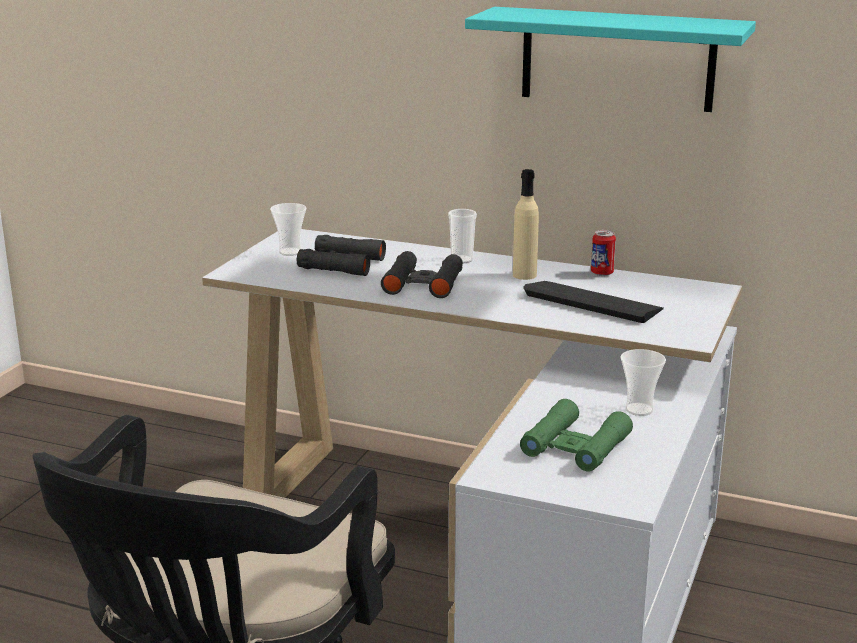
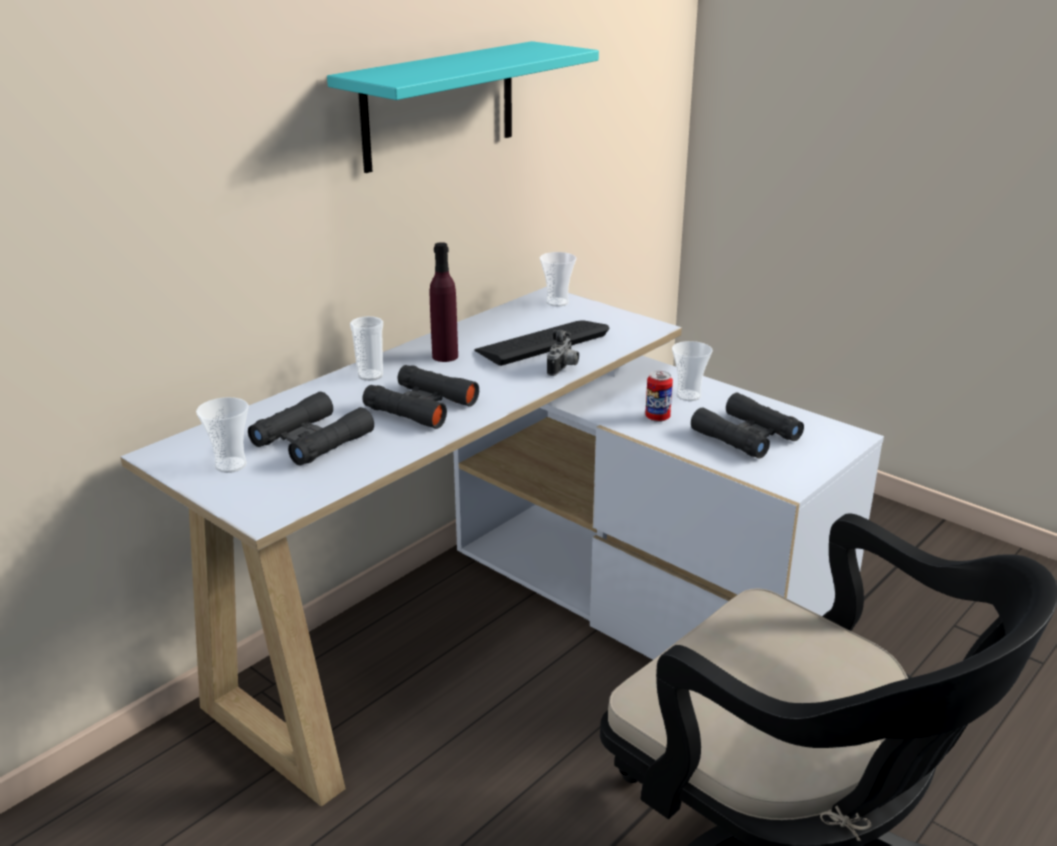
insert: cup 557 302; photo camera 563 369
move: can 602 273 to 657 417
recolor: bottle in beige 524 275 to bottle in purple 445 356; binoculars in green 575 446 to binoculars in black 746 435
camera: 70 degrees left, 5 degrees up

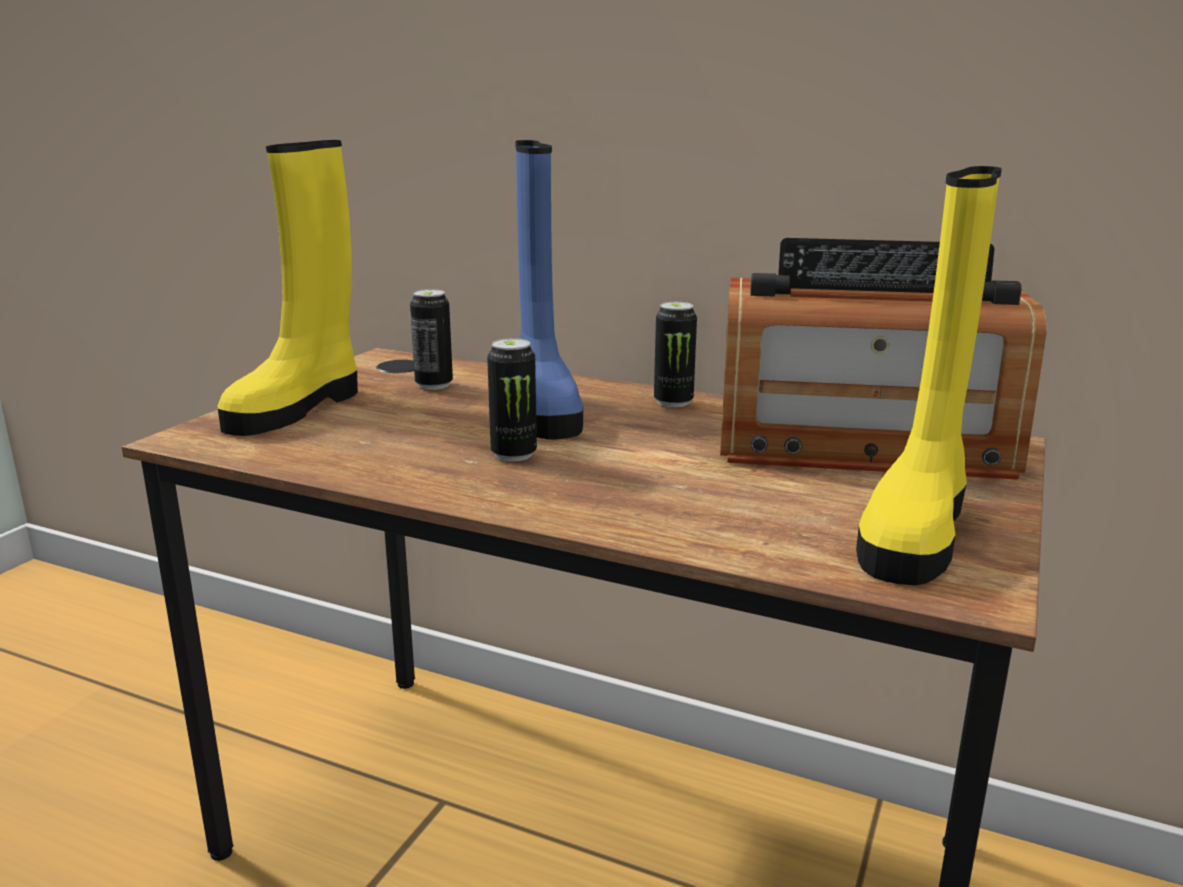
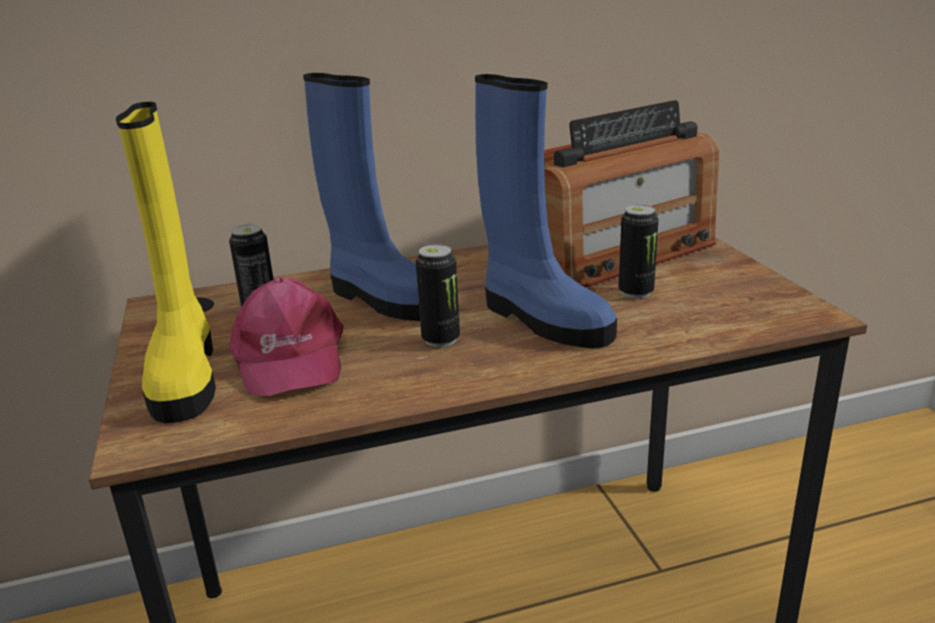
delete: boot in yellow 916 531
insert: cap in pink 288 357; boot in blue 542 319
move: can 673 402 to 636 292
camera: 40 degrees left, 5 degrees up

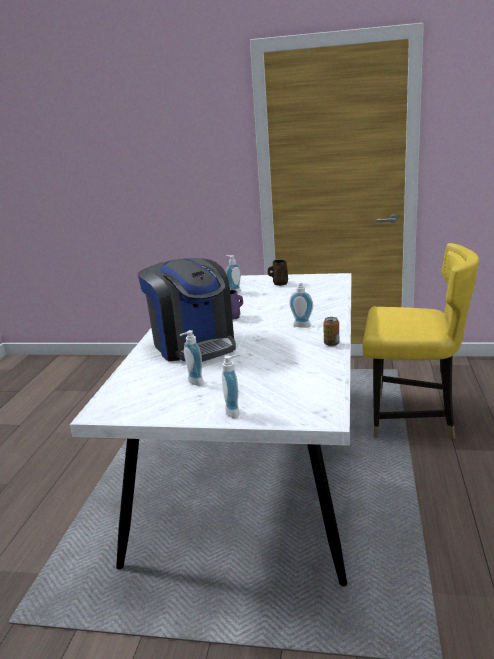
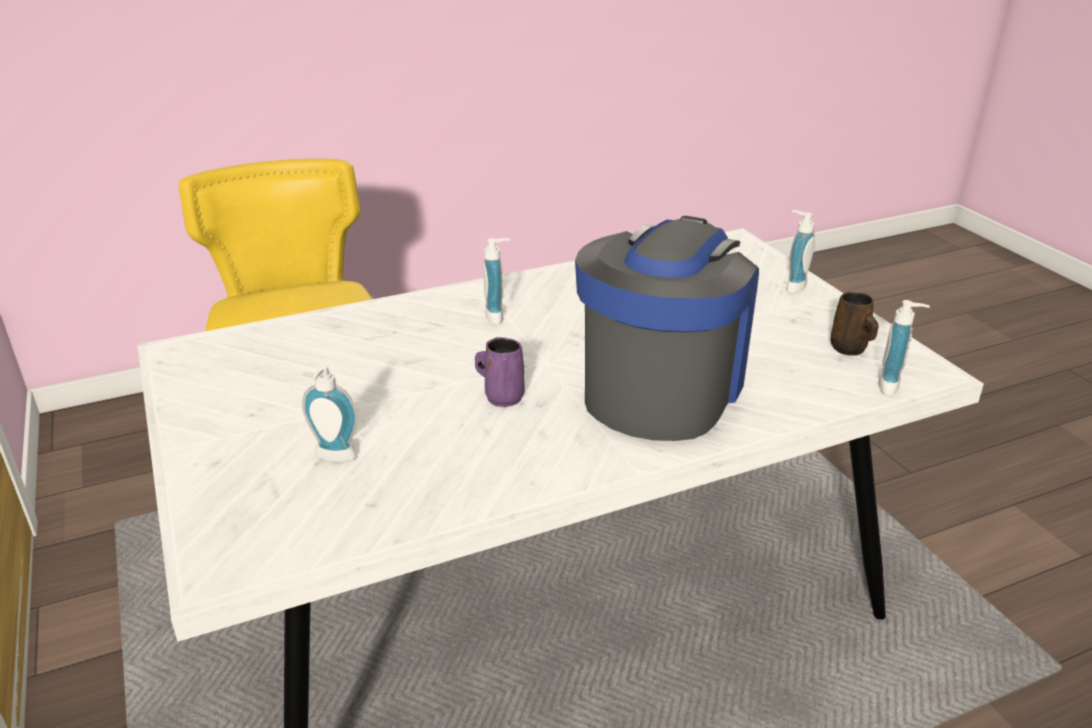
delete: can 331 344
move: soap dispenser 193 382 to 893 386; mug in brown 279 283 to 849 349
camera: 125 degrees left, 10 degrees up

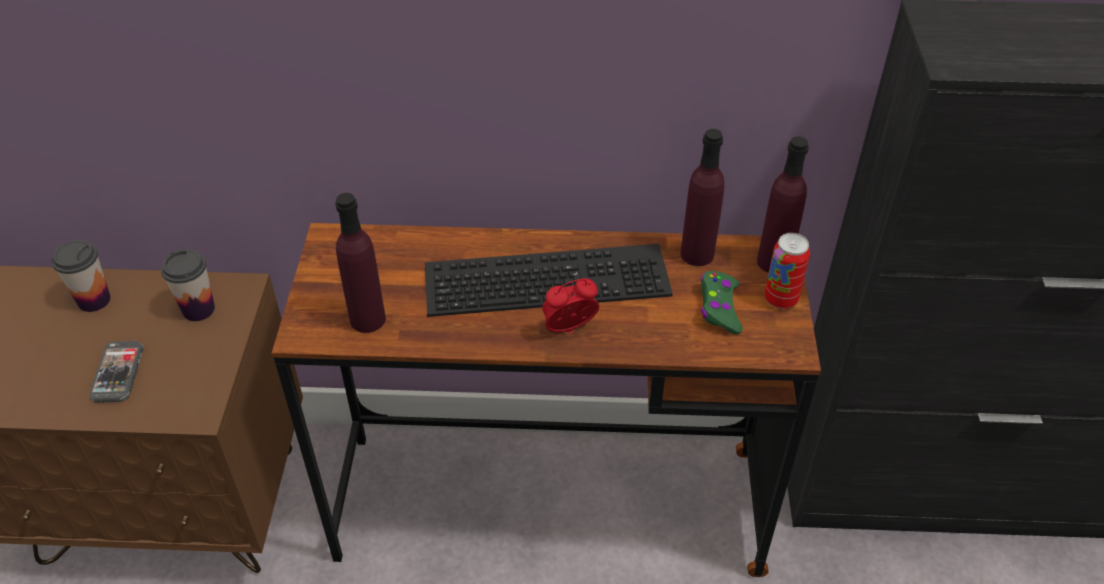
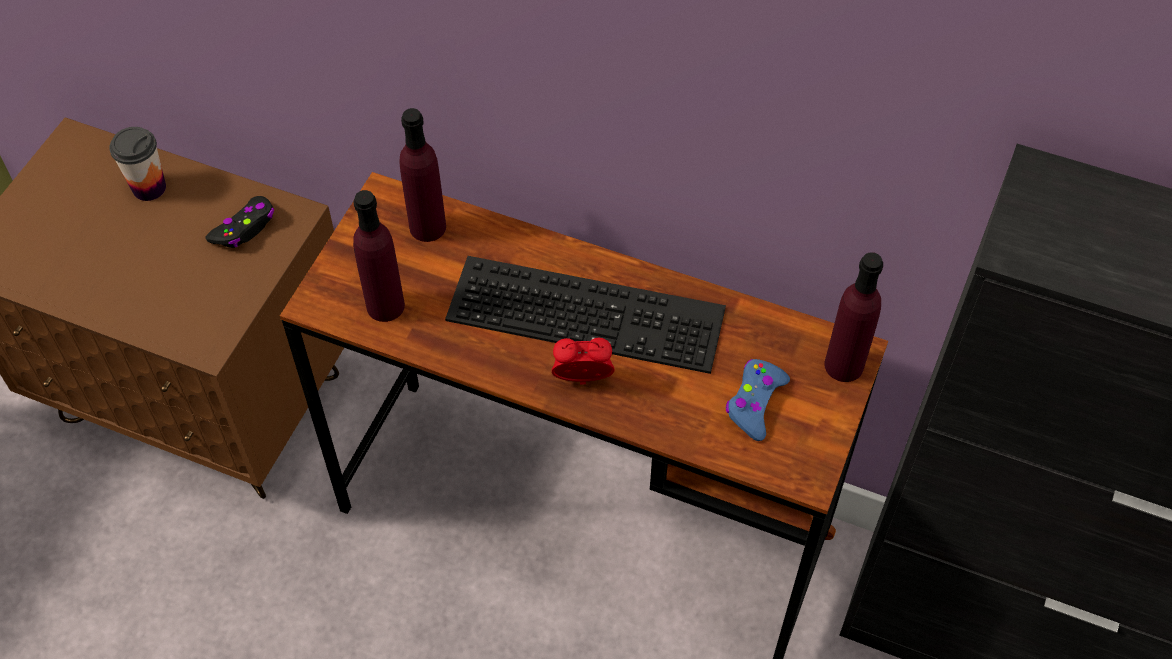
delete: phone 117 373; can 780 299
move: bottle in purple 697 254 to 427 227
replace: cup 198 309 to game controller in black 245 228
recolor: game controller in green 719 308 to game controller in blue 755 403
camera: 20 degrees right, 10 degrees up

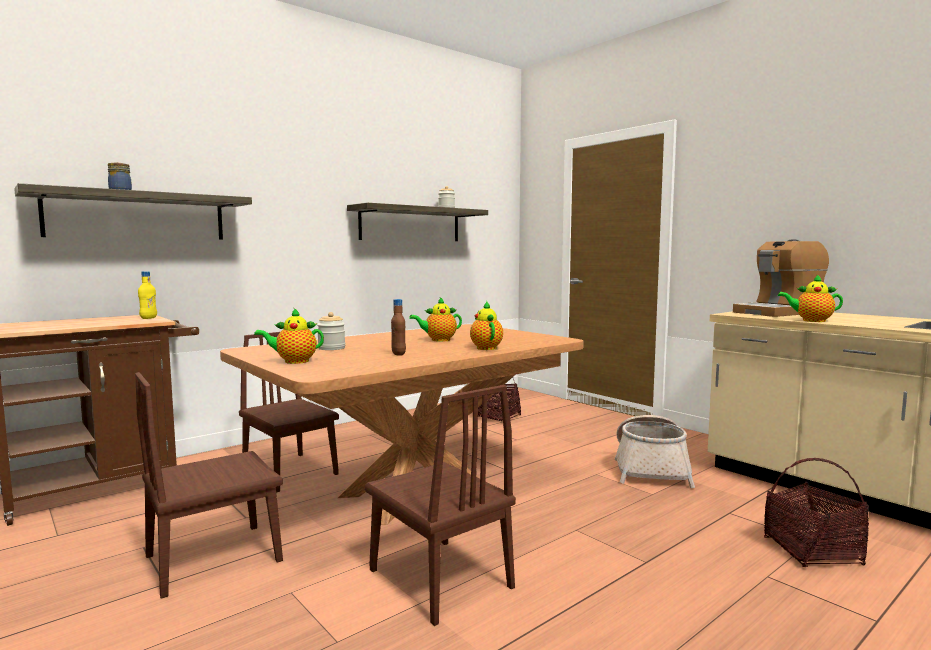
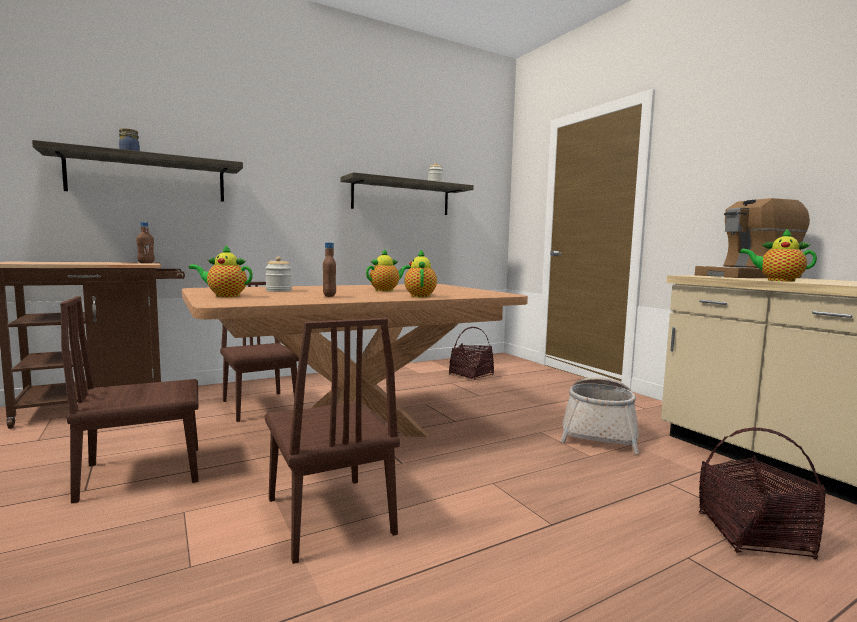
recolor: bottle in yellow 148 318 to bottle in brown 146 263
rotate: teapot 438 340 = 386 290 150 degrees clockwise
camera: 10 degrees right, 0 degrees up

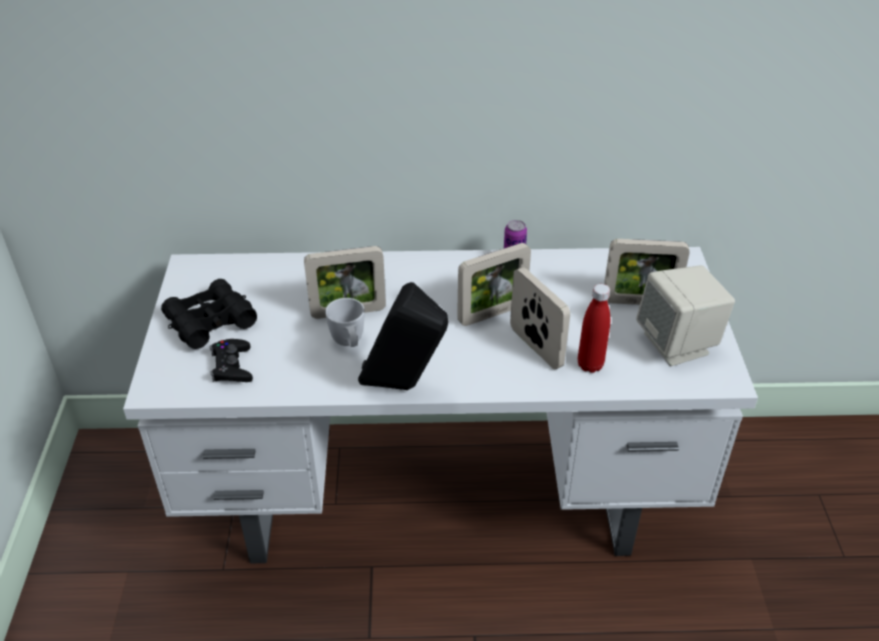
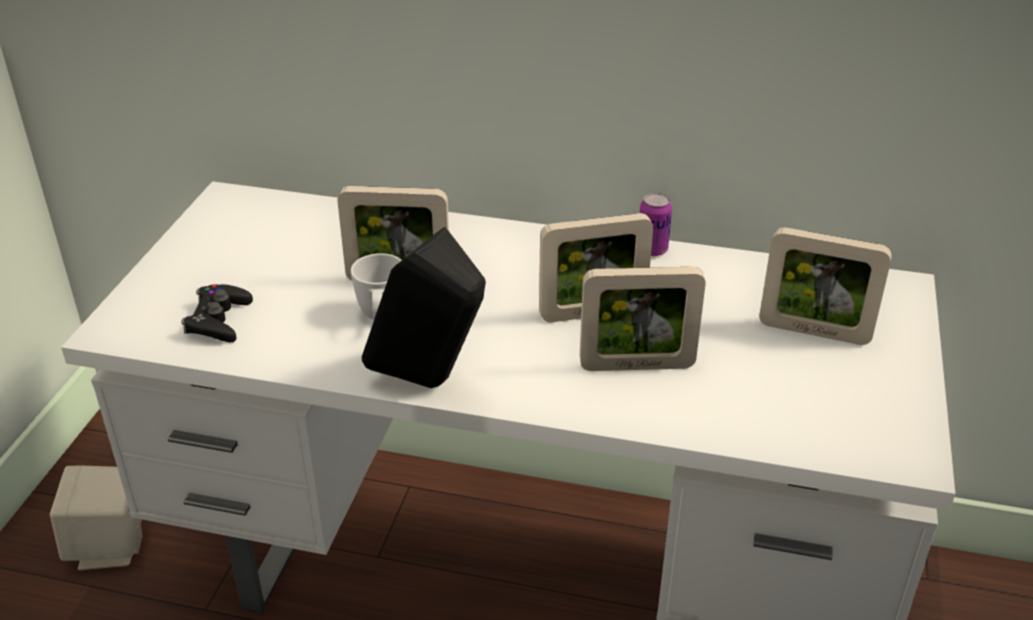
delete: binoculars in black 210 322; bottle in red 590 365
move: speaker in beige 677 344 to 110 547
rotate: picture frame 536 347 = 637 366 105 degrees clockwise
camera: 15 degrees right, 5 degrees down

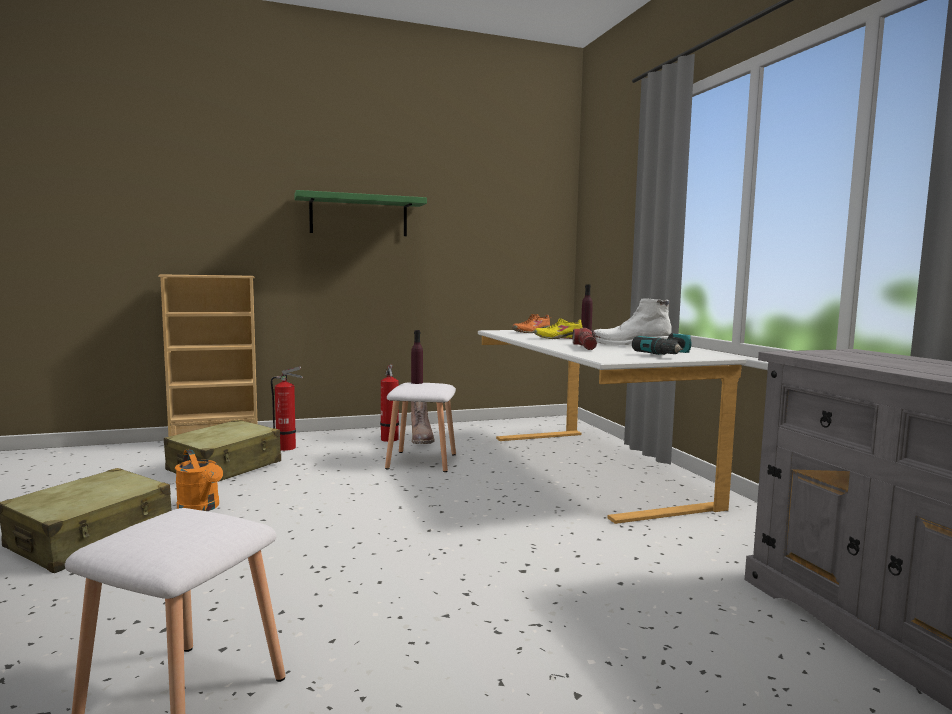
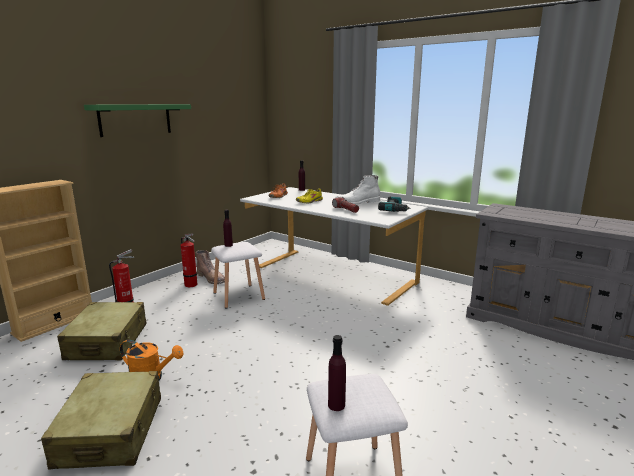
insert: bottle in purple 336 405
camera: 35 degrees left, 10 degrees up

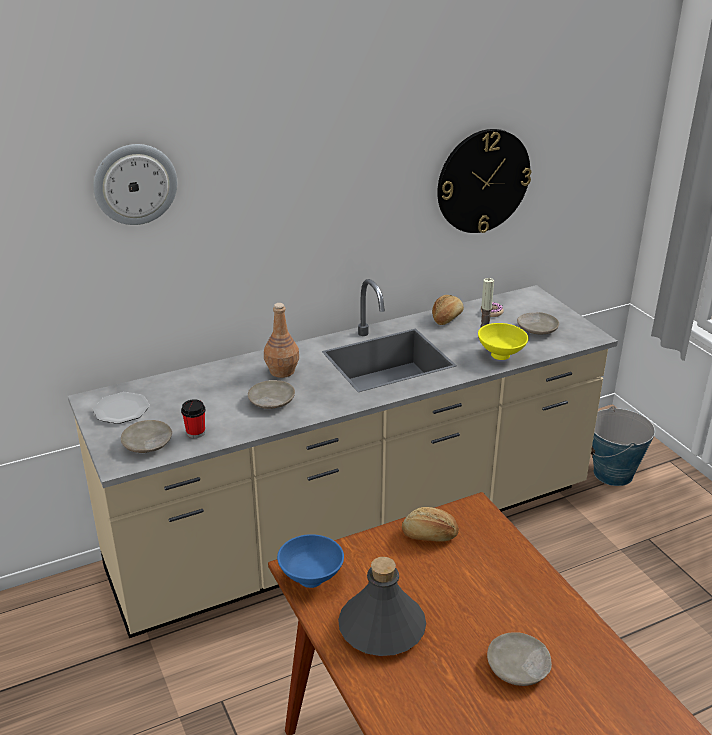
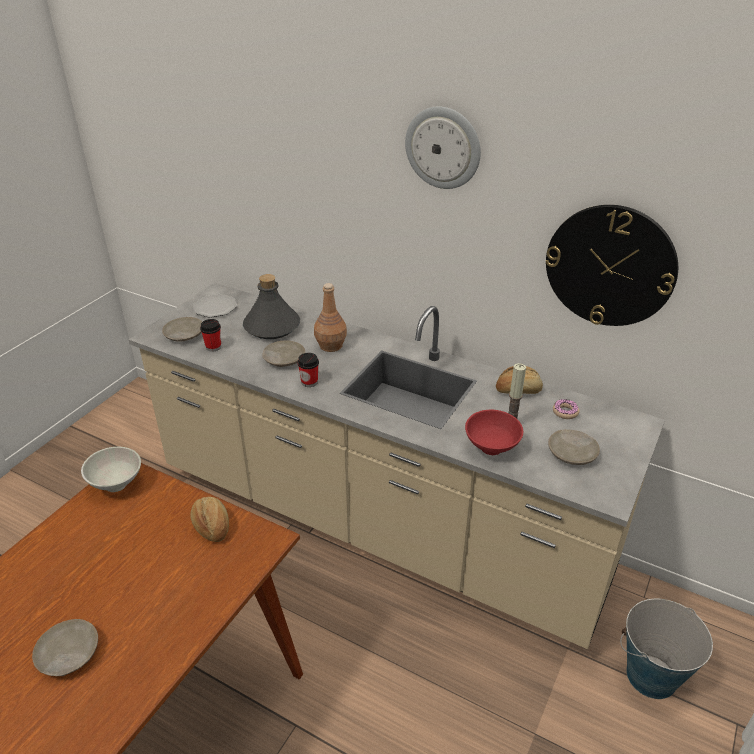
insert: cup 309 382
move: wall clock 135 184 to 443 147; bottle in grey 381 627 to 272 326
recolor: bowl in blue 310 577 to bowl in white 117 483; bowl in yellow 501 355 to bowl in red 493 448
camera: 55 degrees right, 5 degrees up

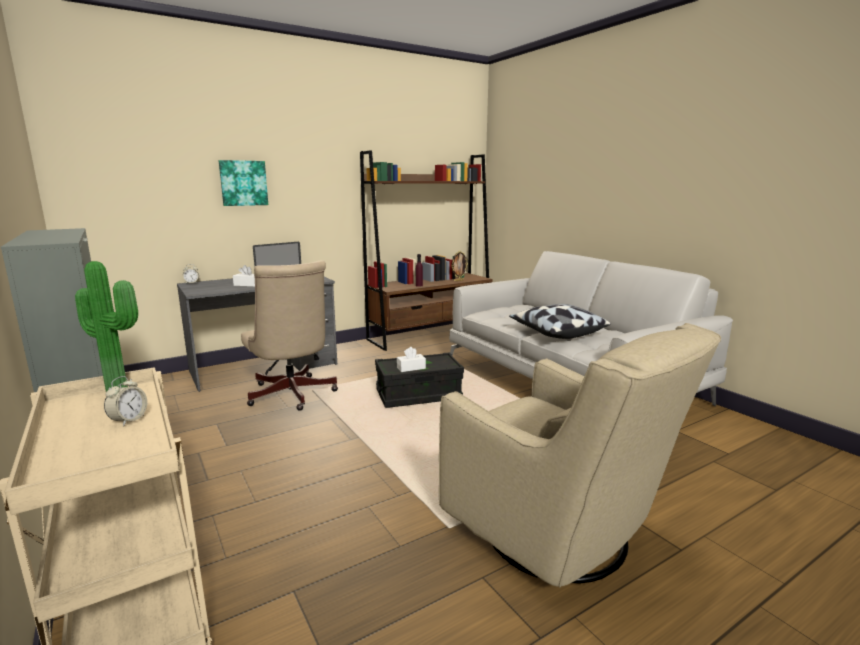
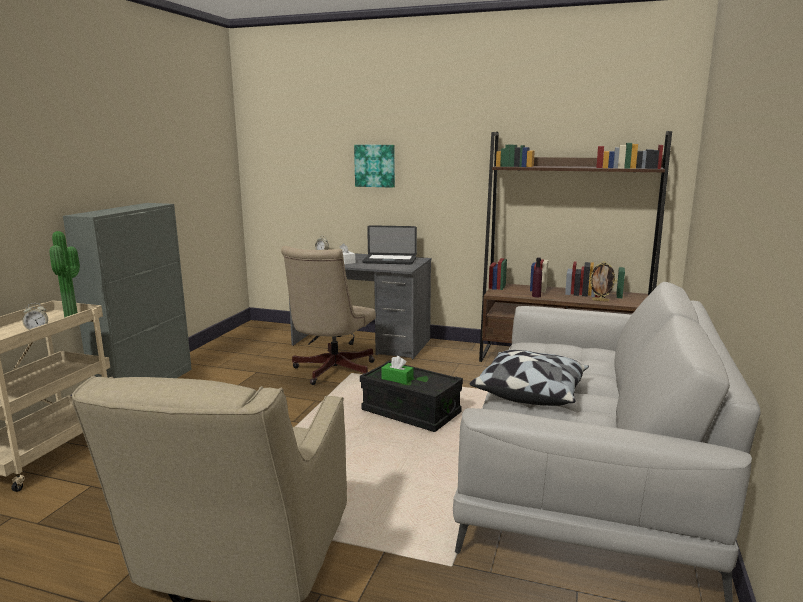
recolor: tissue box in white 411 368 to tissue box in green 397 379
camera: 50 degrees right, 0 degrees up

